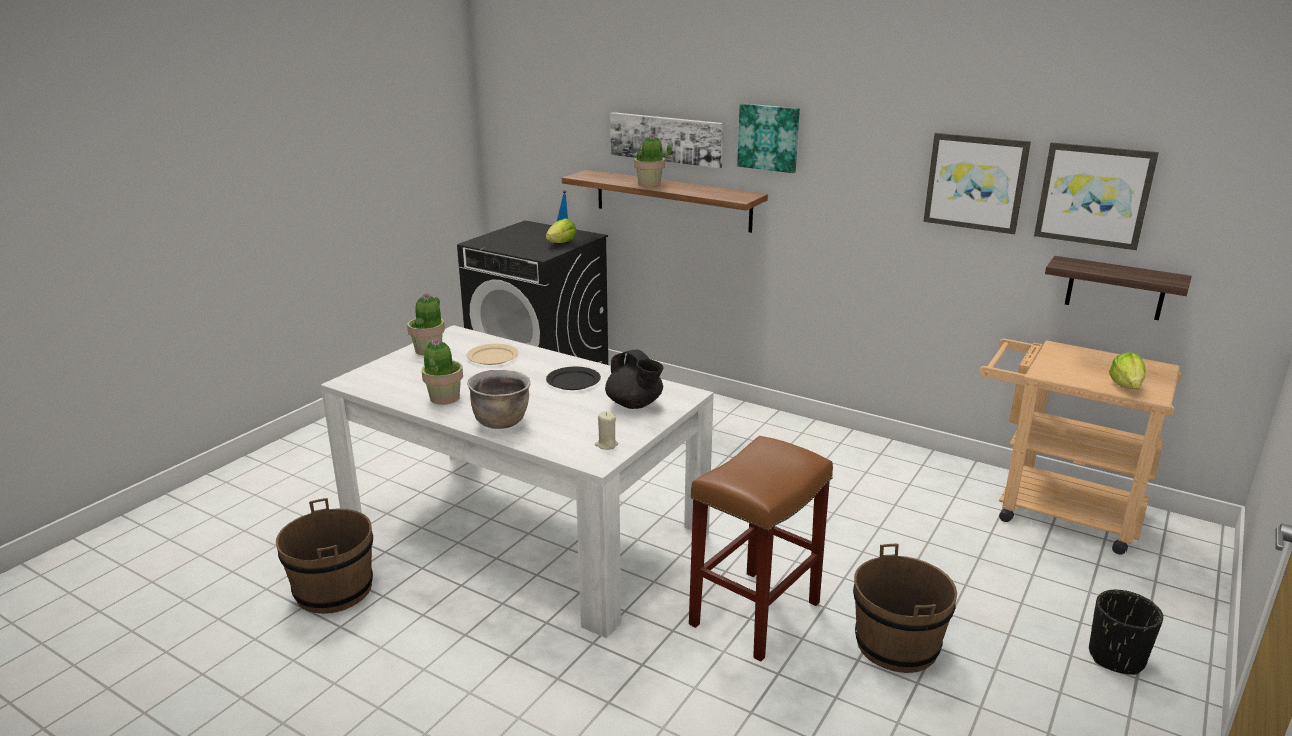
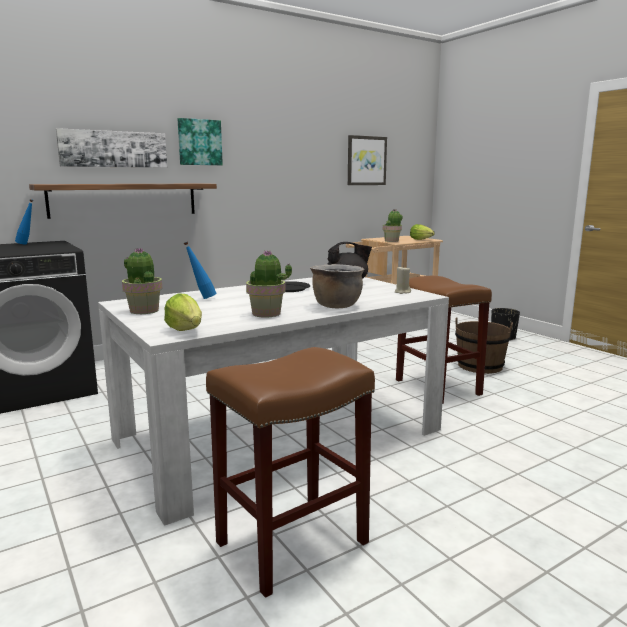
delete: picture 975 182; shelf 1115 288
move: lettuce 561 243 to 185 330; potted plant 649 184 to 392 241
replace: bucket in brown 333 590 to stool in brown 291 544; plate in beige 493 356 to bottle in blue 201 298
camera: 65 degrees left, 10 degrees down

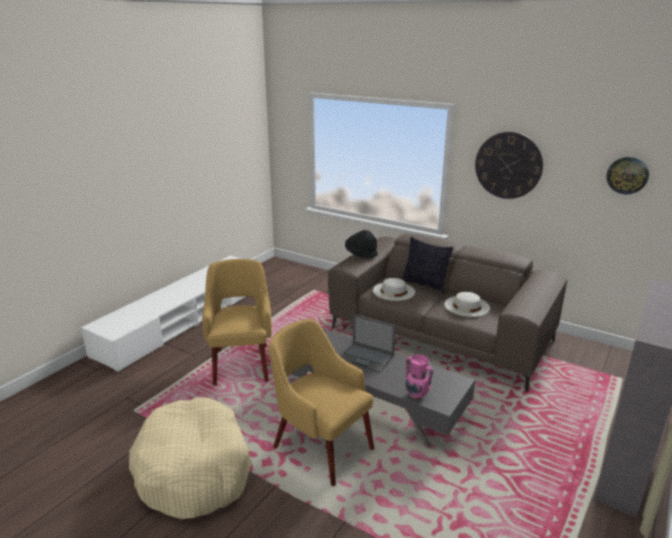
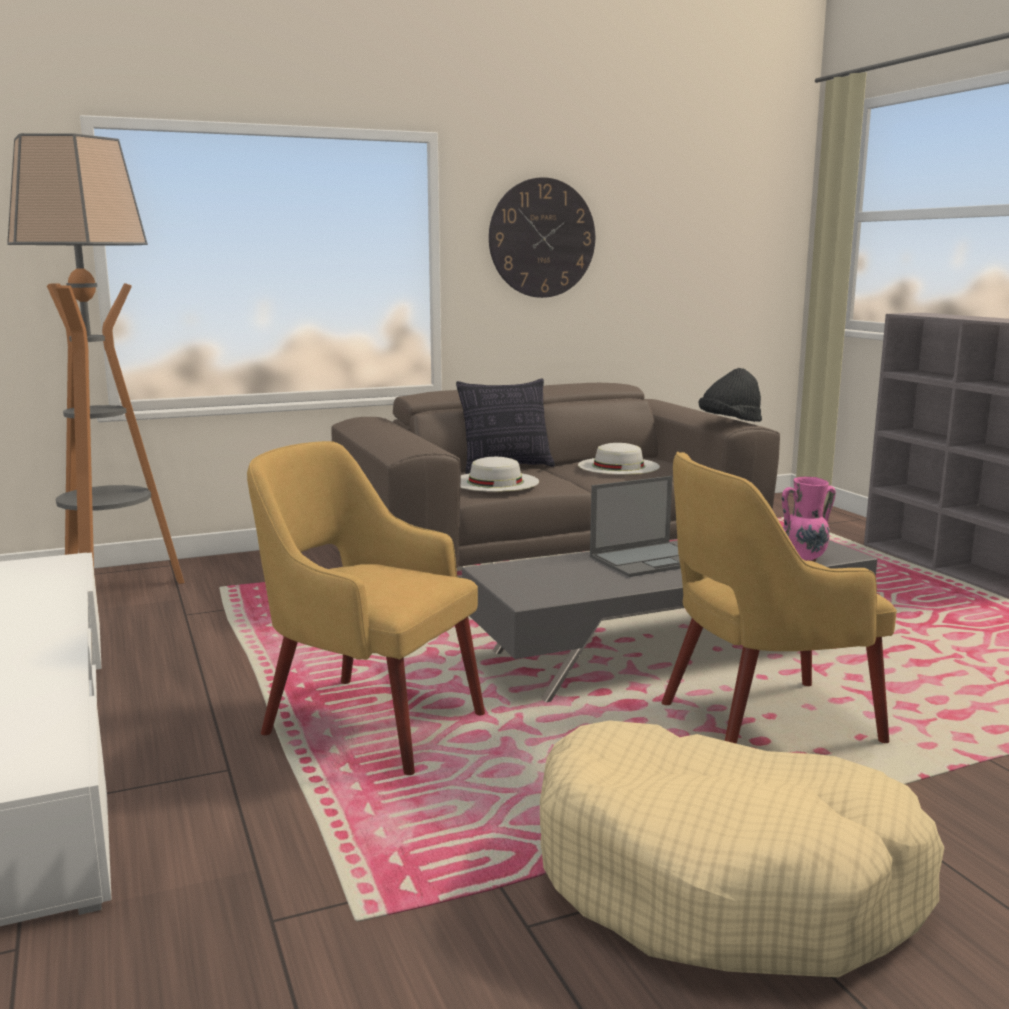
delete: wall clock 627 175
insert: floor lamp 113 592
move: hat in black 361 254 to 729 422
camera: 55 degrees left, 10 degrees down

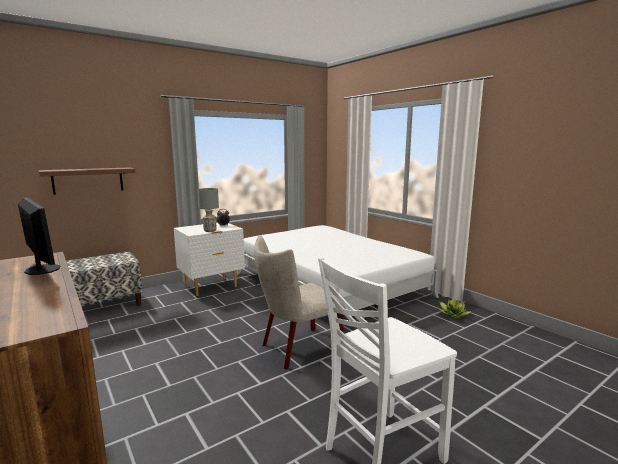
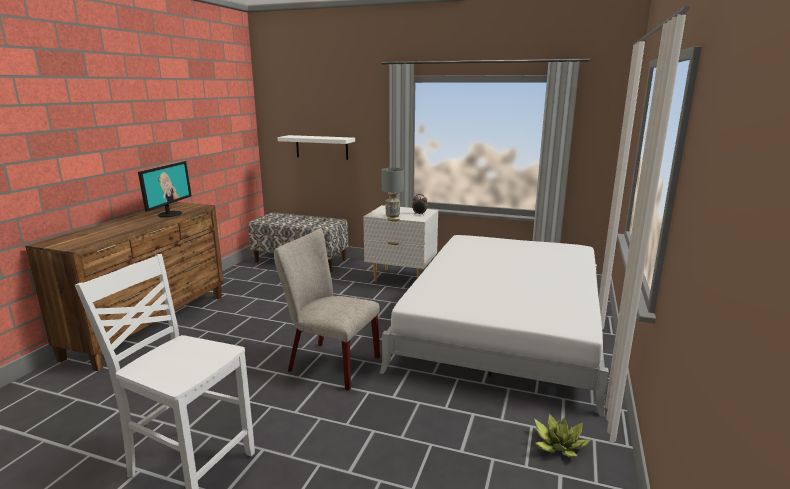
recolor: shelf in brown 88 180 to shelf in white 321 147
camera: 55 degrees right, 5 degrees up

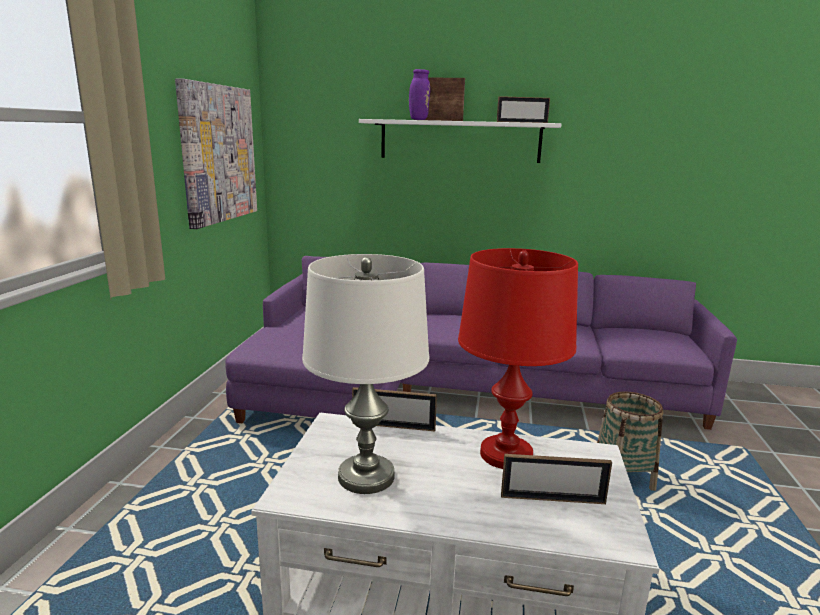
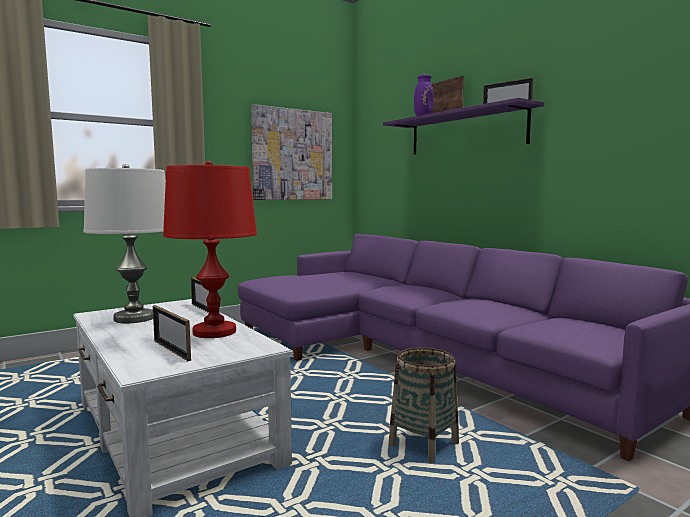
recolor: shelf in white 460 141 to shelf in purple 465 132
camera: 45 degrees right, 10 degrees down

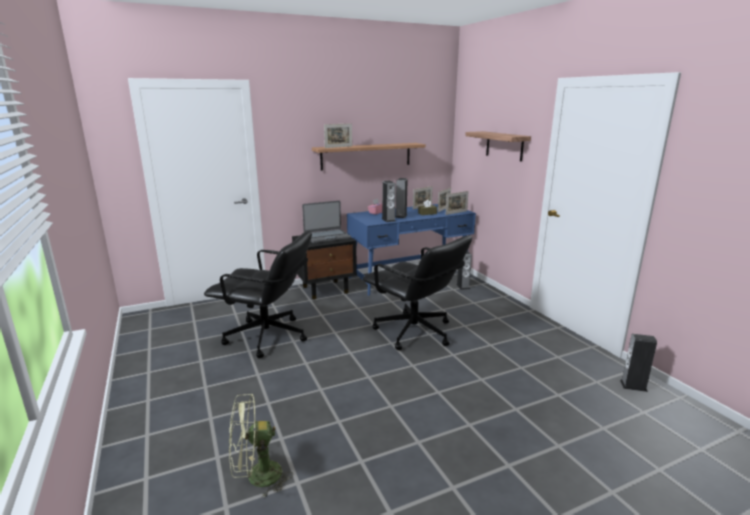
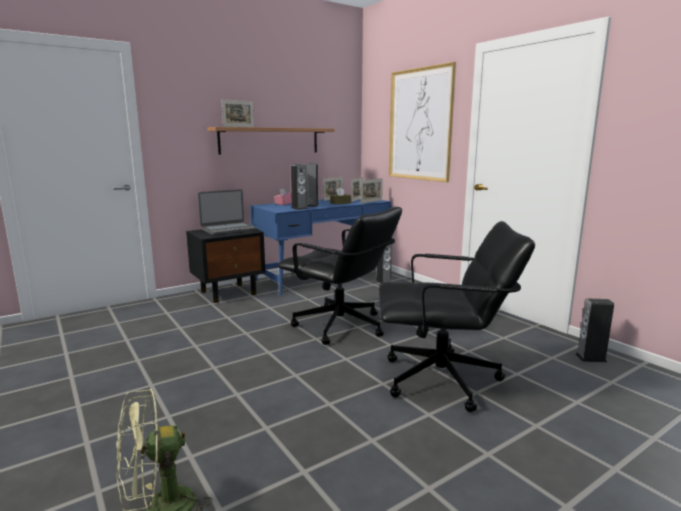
move: office chair in black 267 337 to 442 380
replace: shelf 504 146 to picture 420 124
camera: 10 degrees left, 5 degrees down

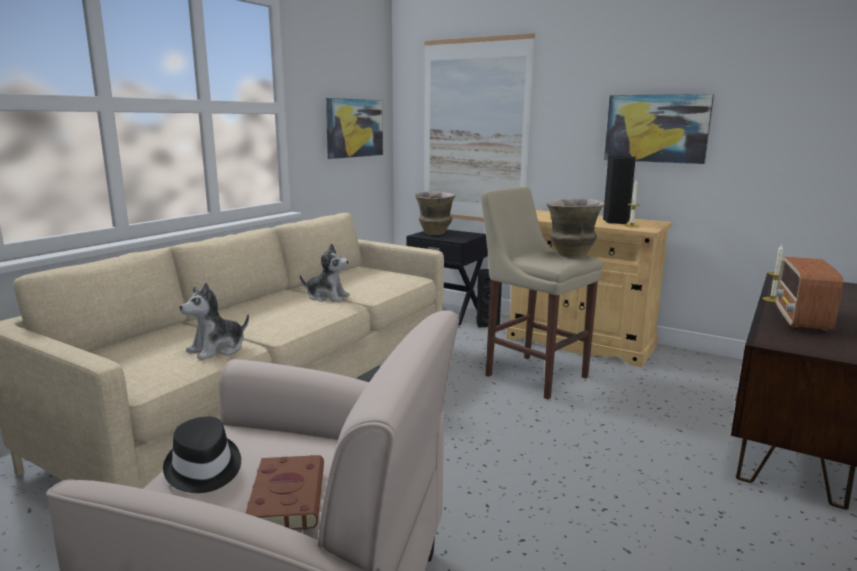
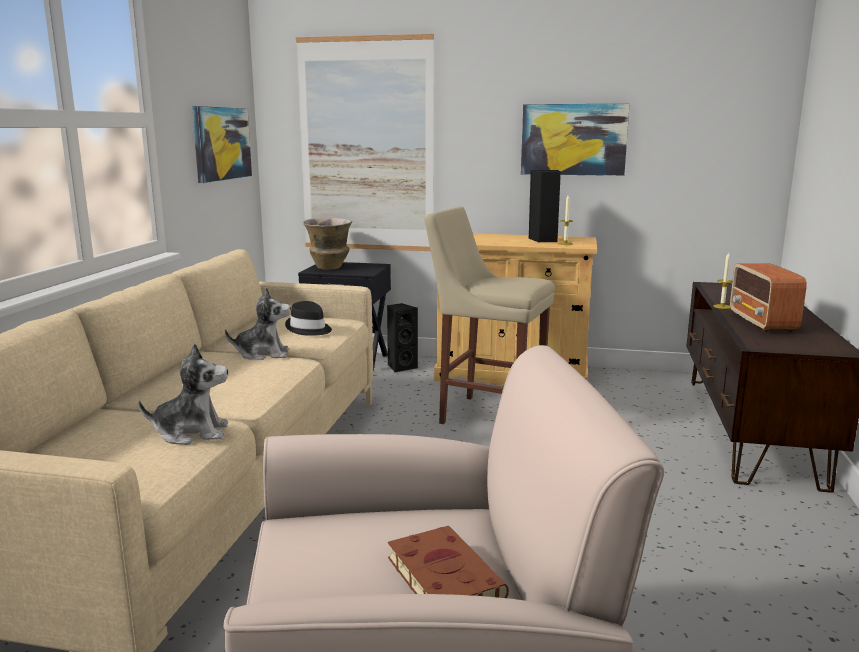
delete: vase 571 255
move: hat in black 203 468 to 309 329
rotate: plush toy 217 349 = 192 433 120 degrees counterclockwise
camera: 20 degrees left, 0 degrees up

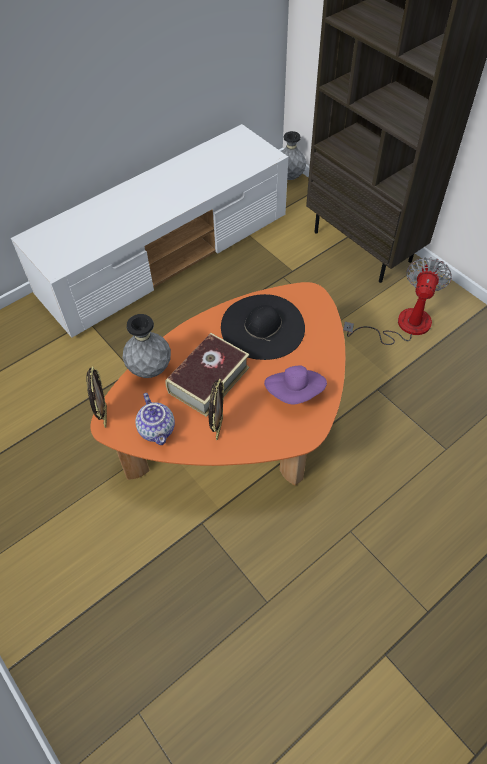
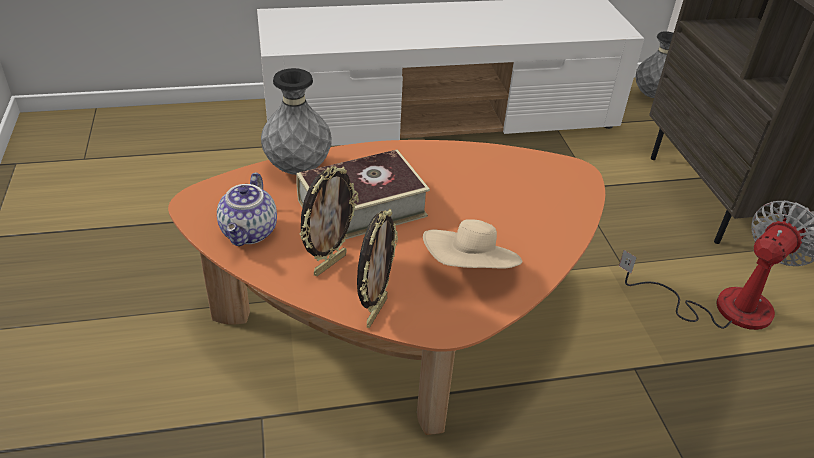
delete: hat in black 262 326
move: picture frame 104 416 to 375 311
recolor: hat in purple 295 393 to hat in beige 470 269
camera: 25 degrees right, 15 degrees down

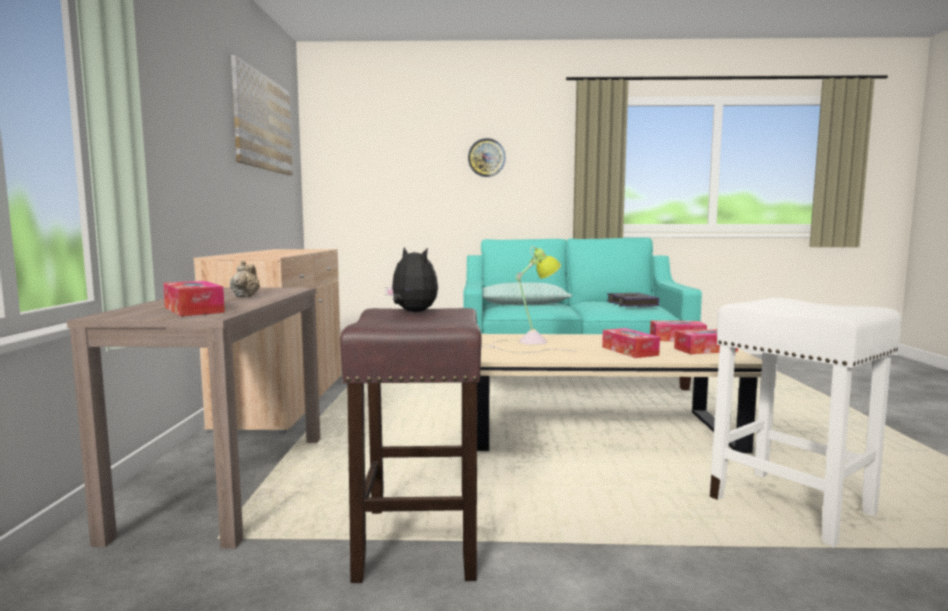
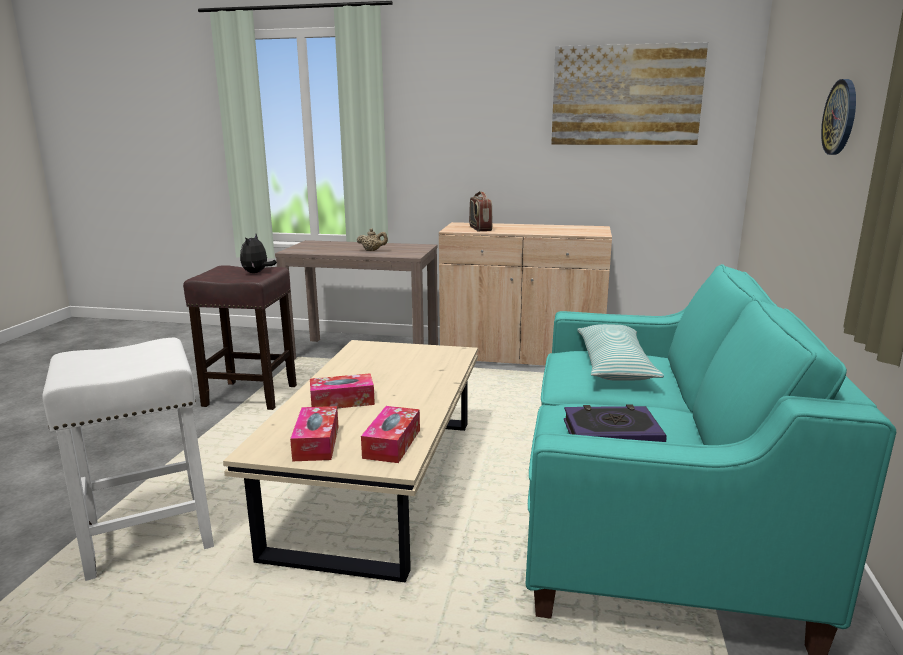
delete: tissue box 194 310; table lamp 527 343
insert: radio 480 228
rotate: plush toy 412 312 = 257 273 135 degrees clockwise
camera: 100 degrees right, 10 degrees up

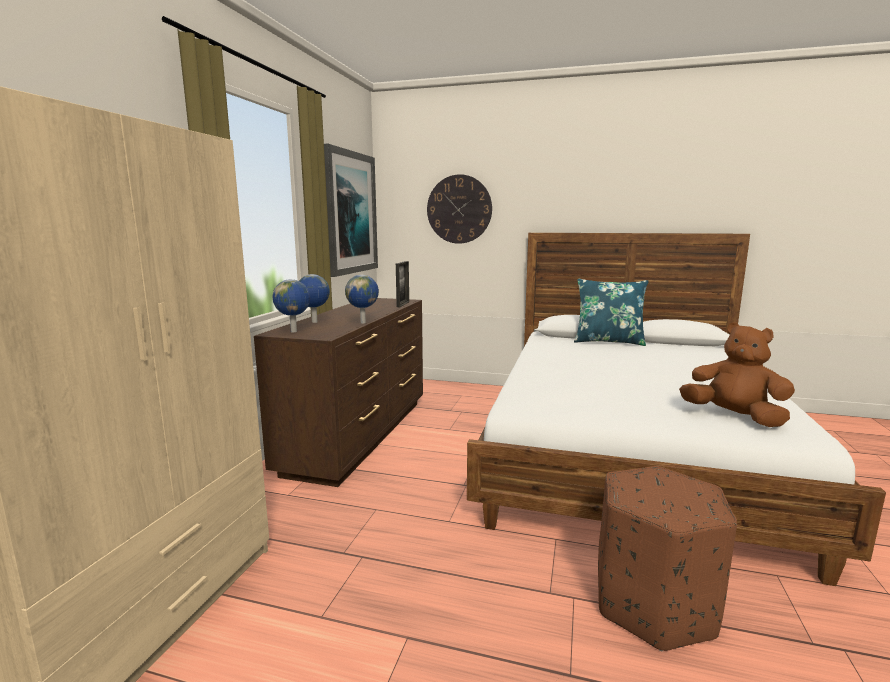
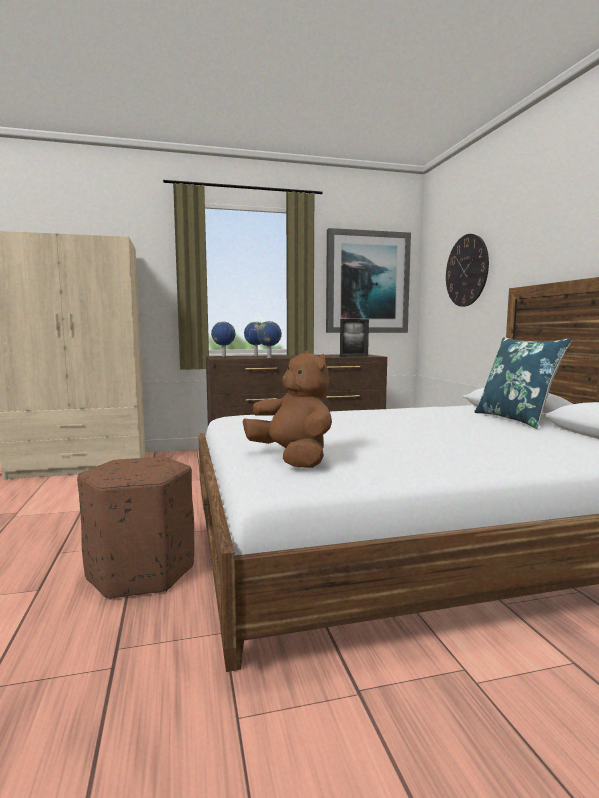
rotate: plush toy in brown 734 417 = 292 459 45 degrees counterclockwise
camera: 60 degrees right, 5 degrees down

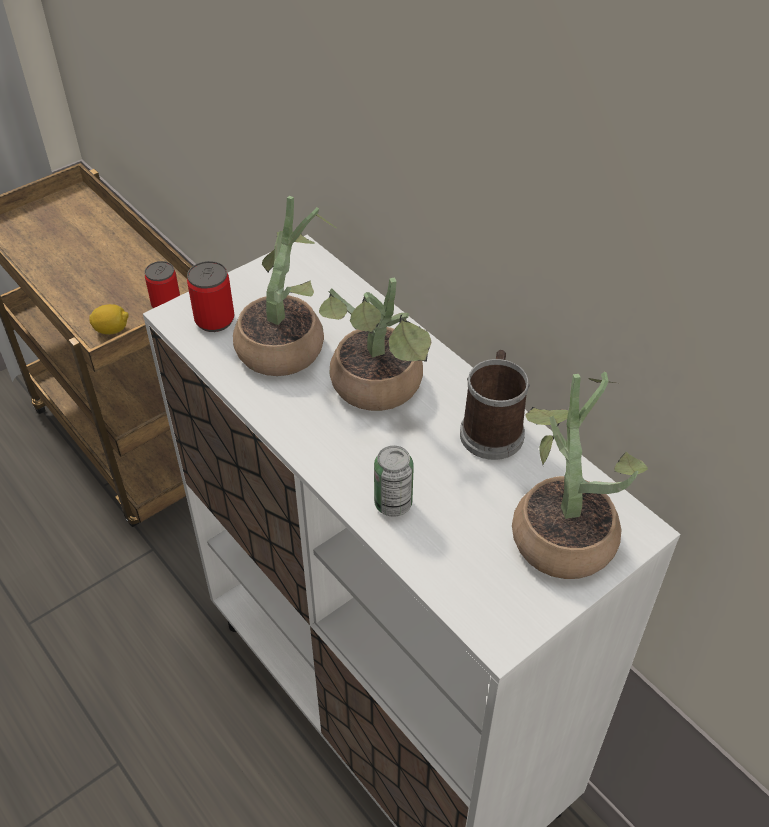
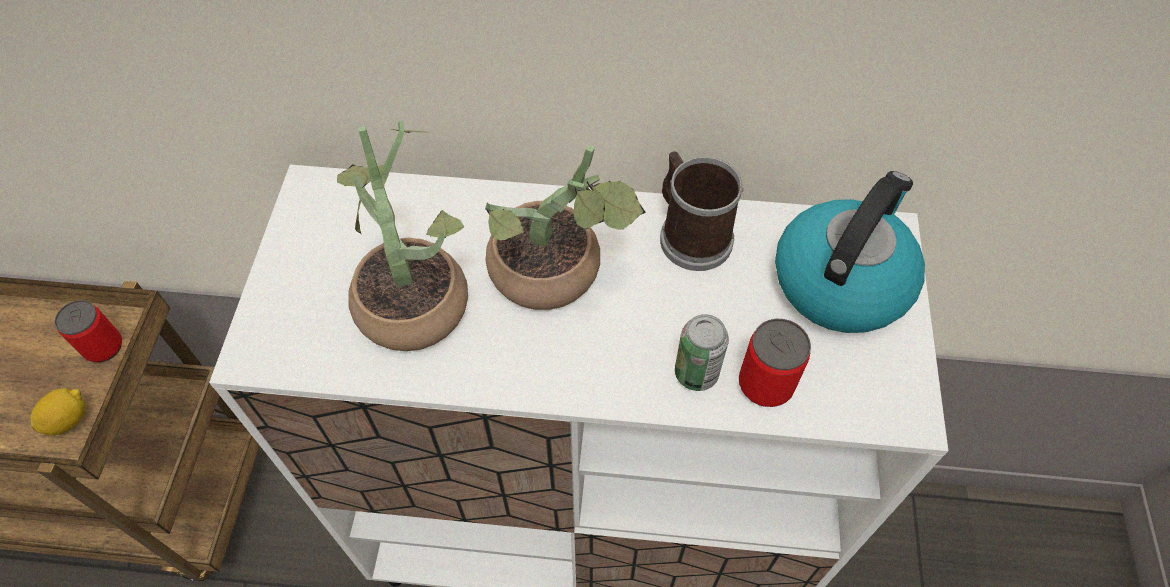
move: can 214 320 to 765 384
replace: potted plant 561 529 to kettle 841 280
camera: 45 degrees left, 10 degrees up

